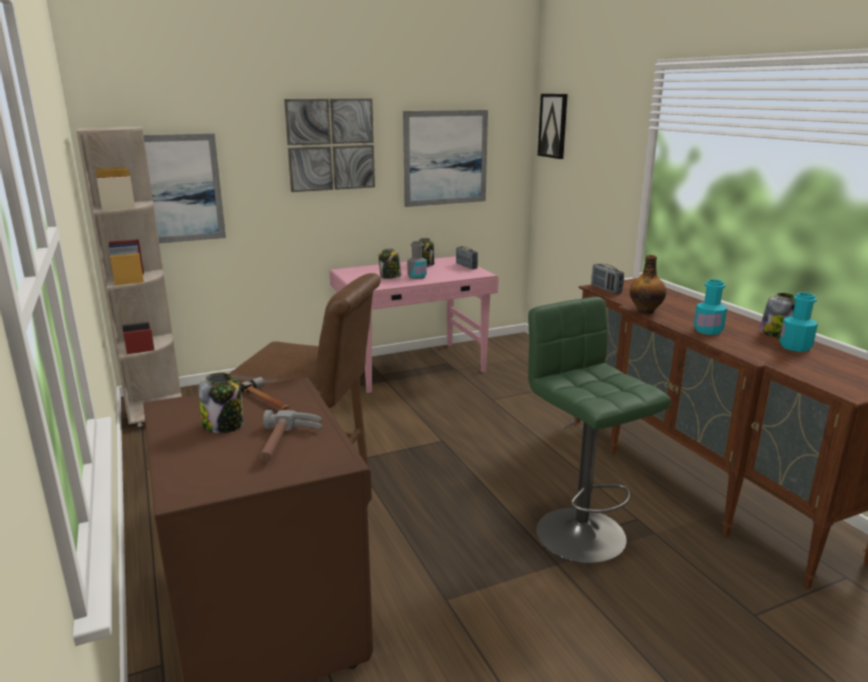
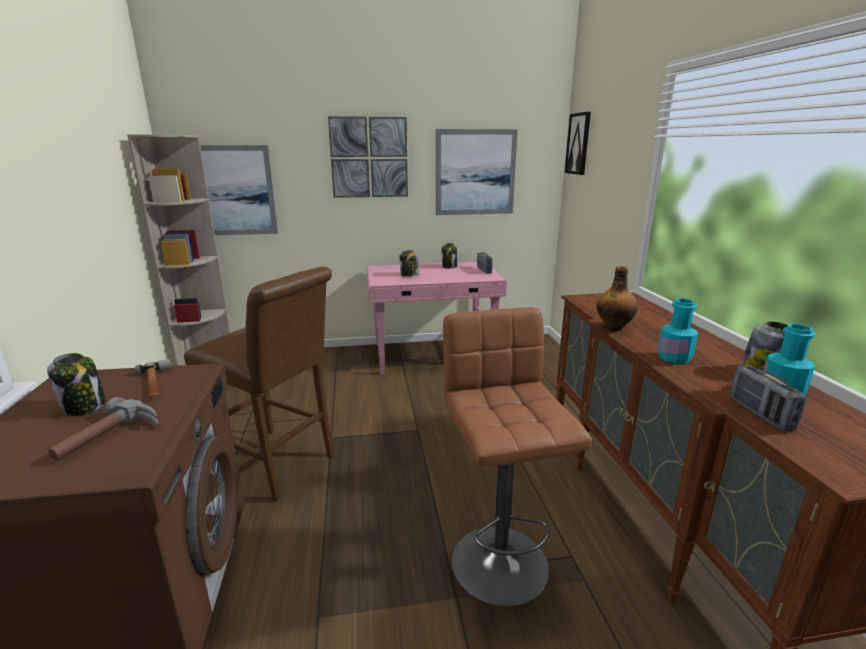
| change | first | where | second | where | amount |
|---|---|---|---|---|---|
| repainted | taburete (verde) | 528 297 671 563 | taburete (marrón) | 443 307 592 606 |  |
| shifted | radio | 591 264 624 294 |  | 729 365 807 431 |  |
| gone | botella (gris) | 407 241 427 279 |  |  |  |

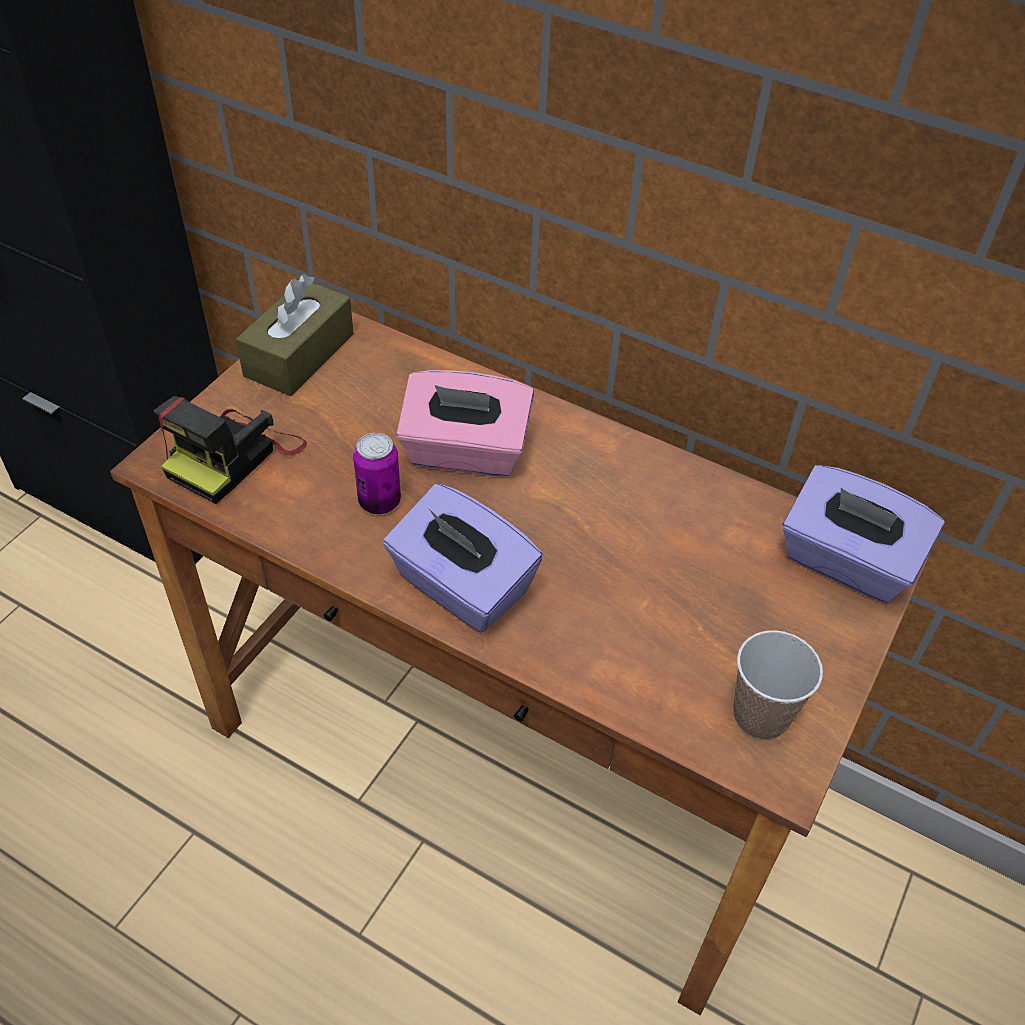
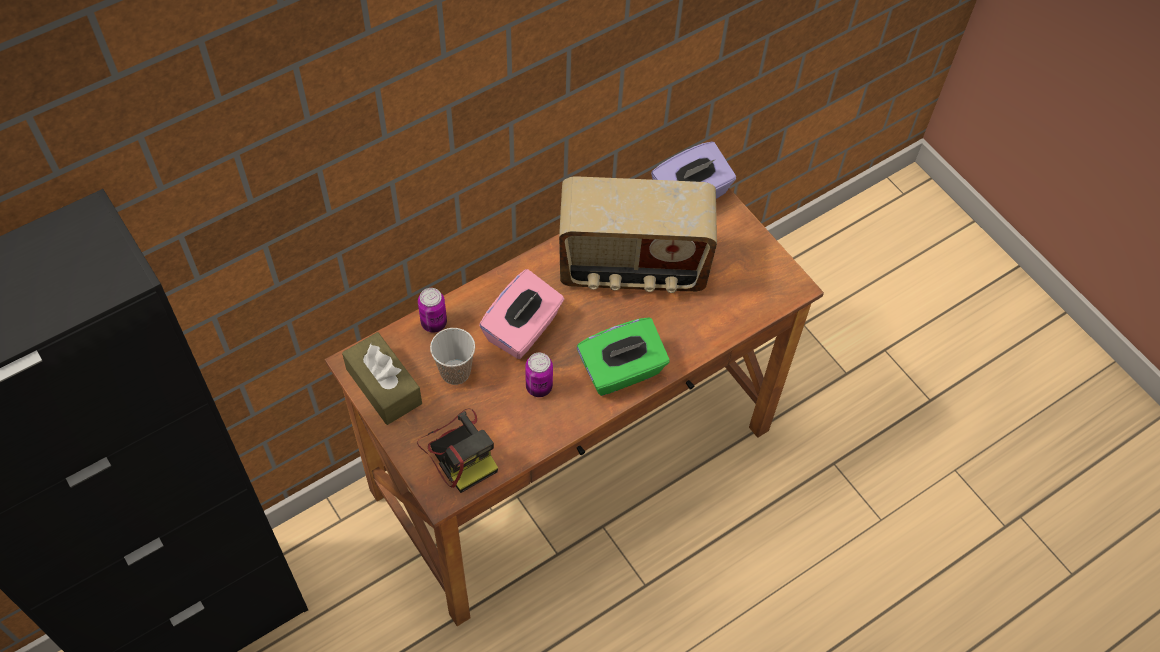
| change | first | where | second | where | amount |
|---|---|---|---|---|---|
| new |  |  | lata | 418 288 447 333 |  |
| shifted | taza | 733 630 823 740 |  | 430 328 475 385 |  |
| new |  |  | radio | 559 176 717 293 |  |
| repainted | caja de pañuelos (morado) | 383 484 543 632 | caja de pañuelos (verde) | 577 317 670 396 |  |

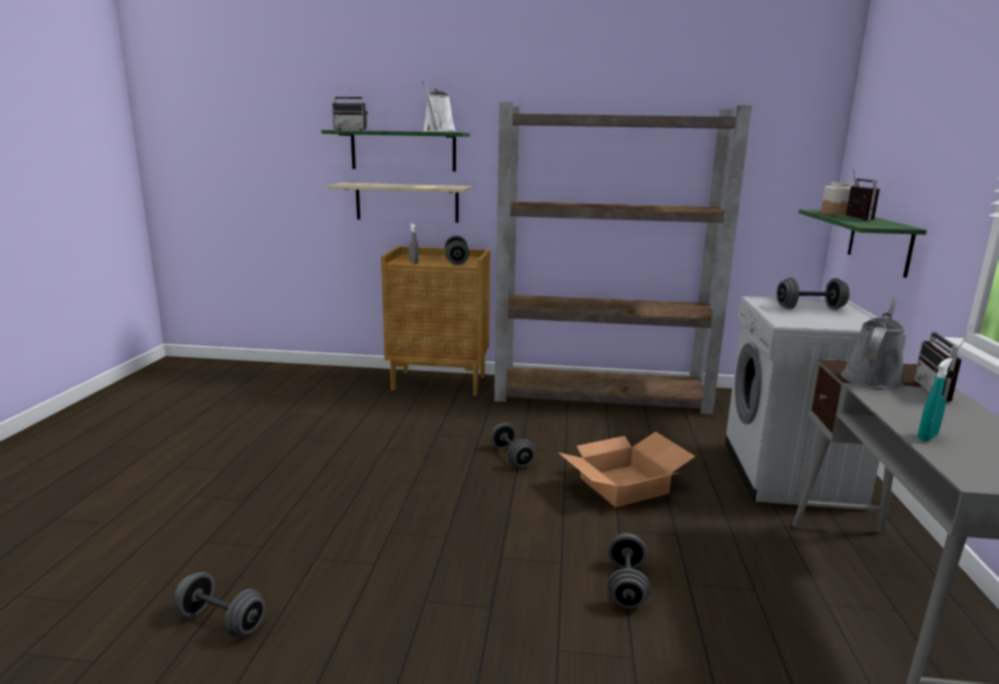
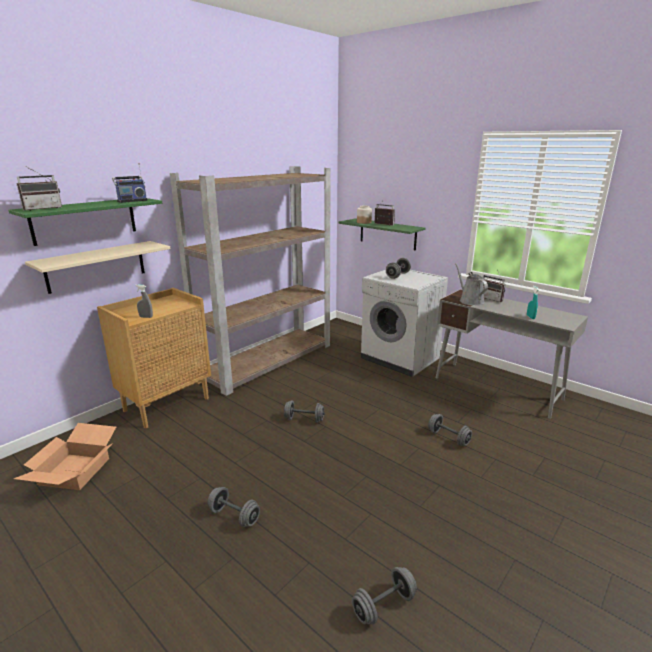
| change | first | where | second | where | amount |
|---|---|---|---|---|---|
| shifted | caja de cartón | 558 432 696 508 |  | 14 423 116 490 |  |
| swapped | regadera (blanco) | 422 82 456 132 | radio | 112 163 148 203 |  |
| shifted | mancuerna (gris) | 445 236 469 265 |  | 207 487 260 527 |  |

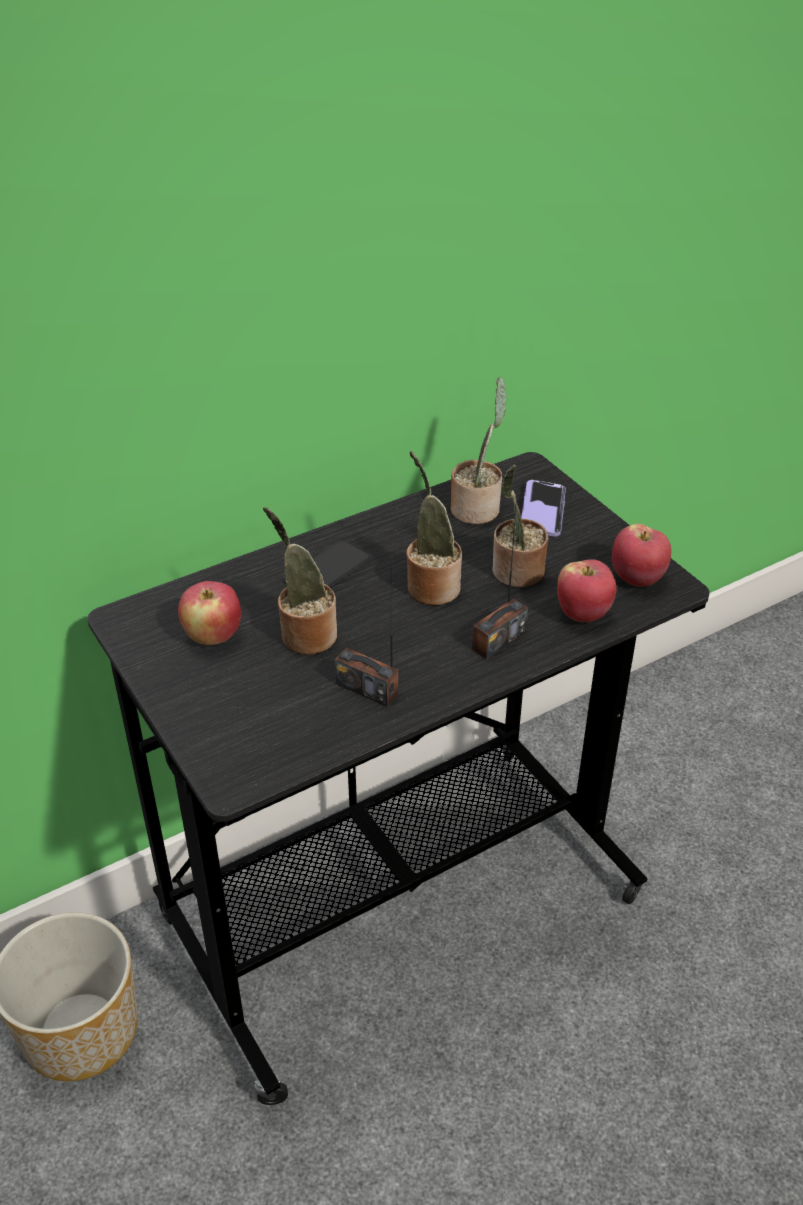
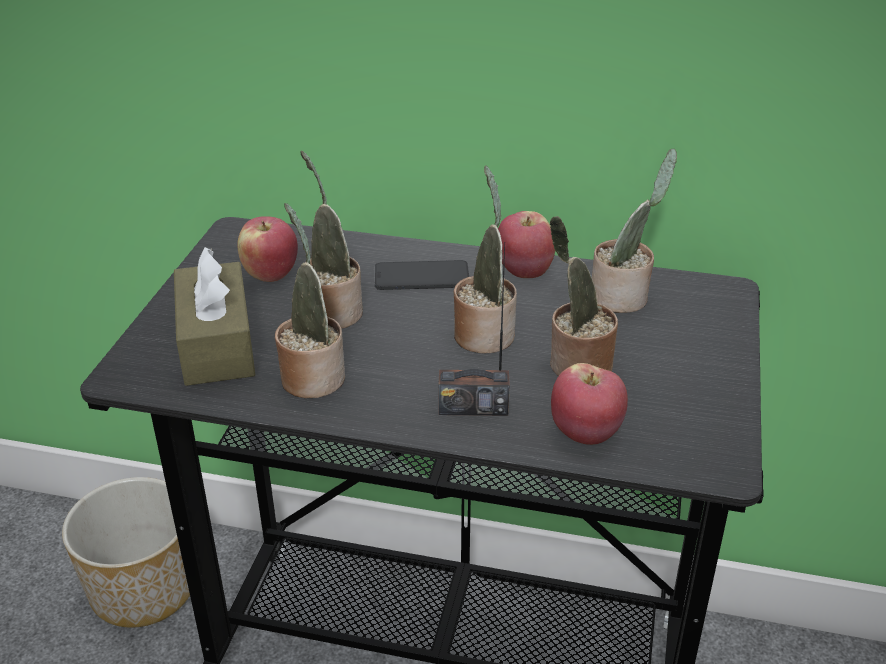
| change | first | where | second | where | amount |
|---|---|---|---|---|---|
| new |  |  | caja de pañuelos (marrón) | 174 247 255 386 |  |
| swapped | radio | 335 599 398 707 | planta en maceta | 275 203 345 398 |  |
| shifted | manzana | 612 524 671 587 |  | 498 211 555 278 |  |
| gone | móvil | 521 480 566 537 |  |  |  |

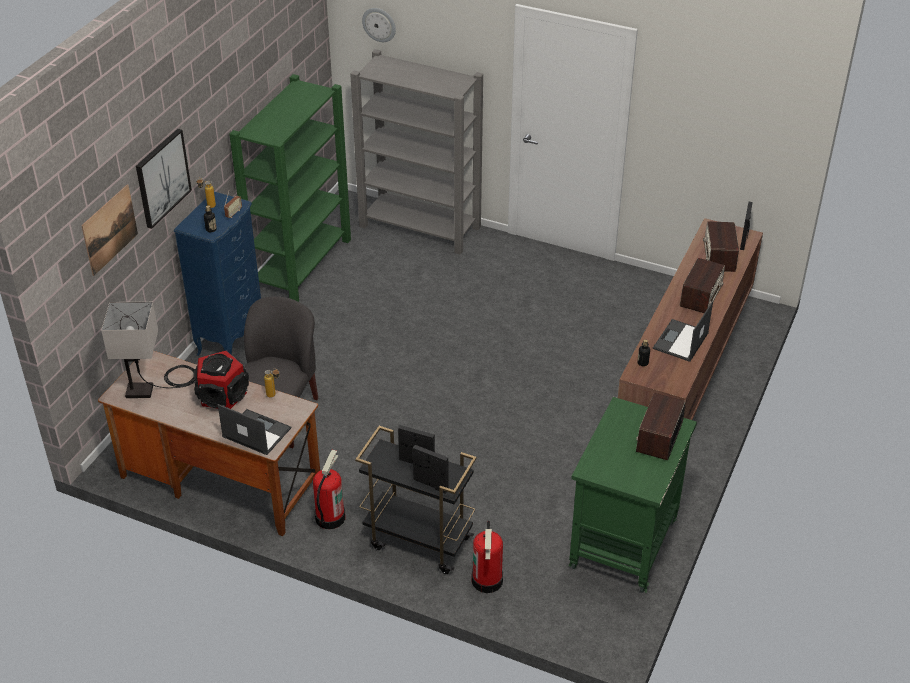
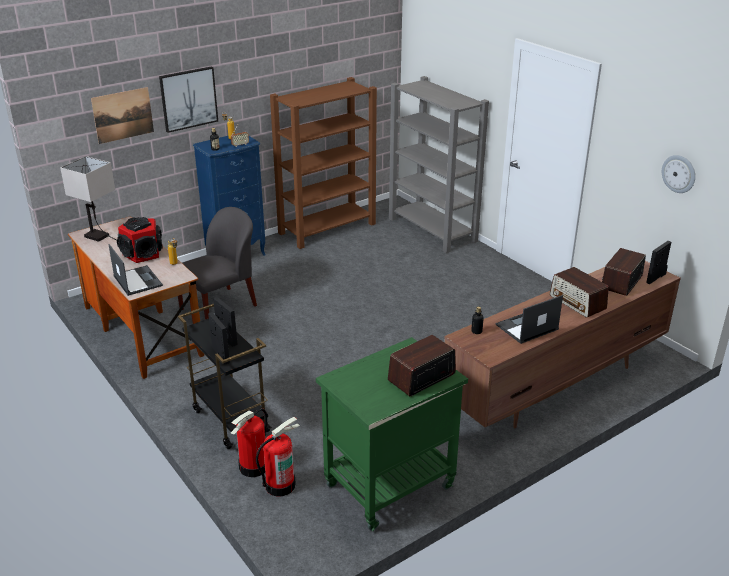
| change | first | where | second | where | amount |
|---|---|---|---|---|---|
| shifted | extintor | 313 450 345 529 |  | 256 417 300 497 |  |
| repainted | estantería (verde) | 229 74 351 302 | estantería (marrón) | 270 77 377 249 |  |
| rotated | radio | 680 258 725 313 |  | 550 267 609 318 | 90 degrees clockwise |
| shifted | reloj de pared | 362 8 396 42 |  | 662 155 695 193 |  |

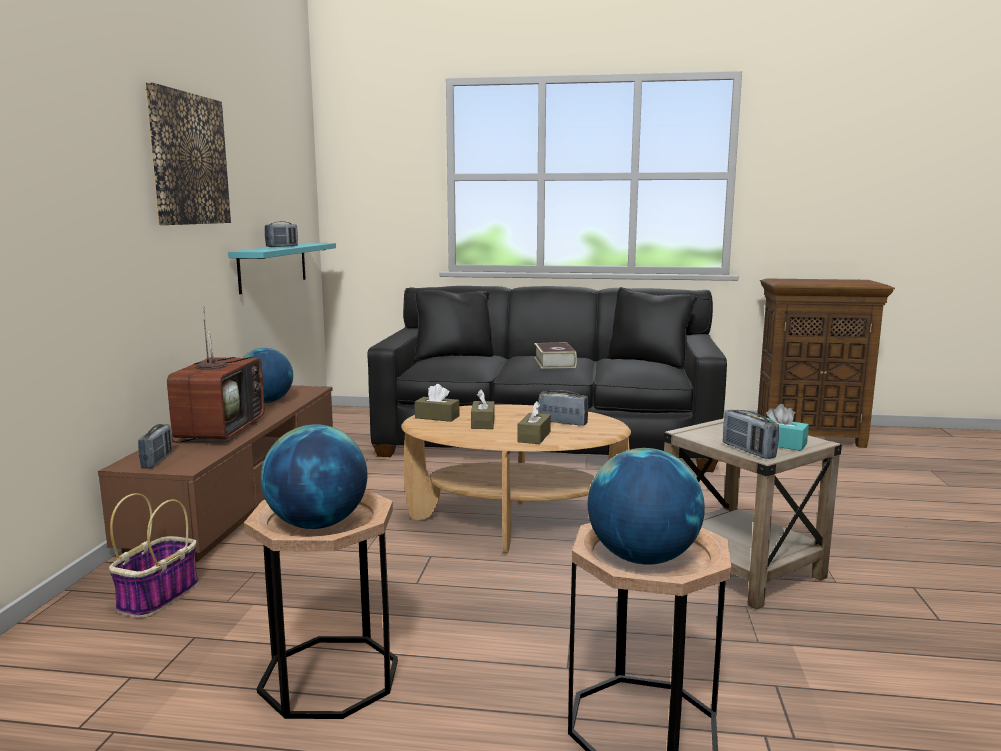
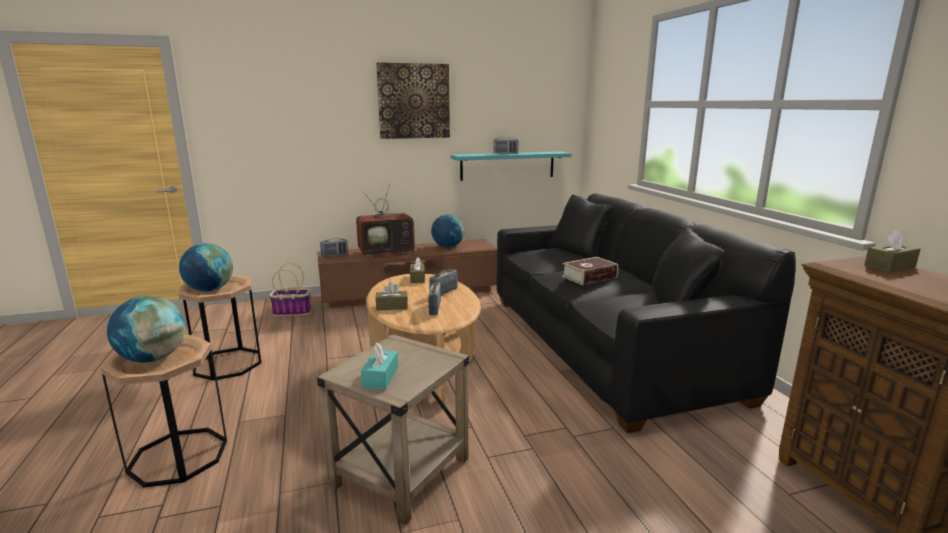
| change | first | where | second | where | amount |
|---|---|---|---|---|---|
| shifted | radio | 723 410 779 459 |  | 429 269 458 295 |  |
| shifted | caja de pañuelos (marrón) | 471 389 494 429 |  | 864 229 921 273 |  |

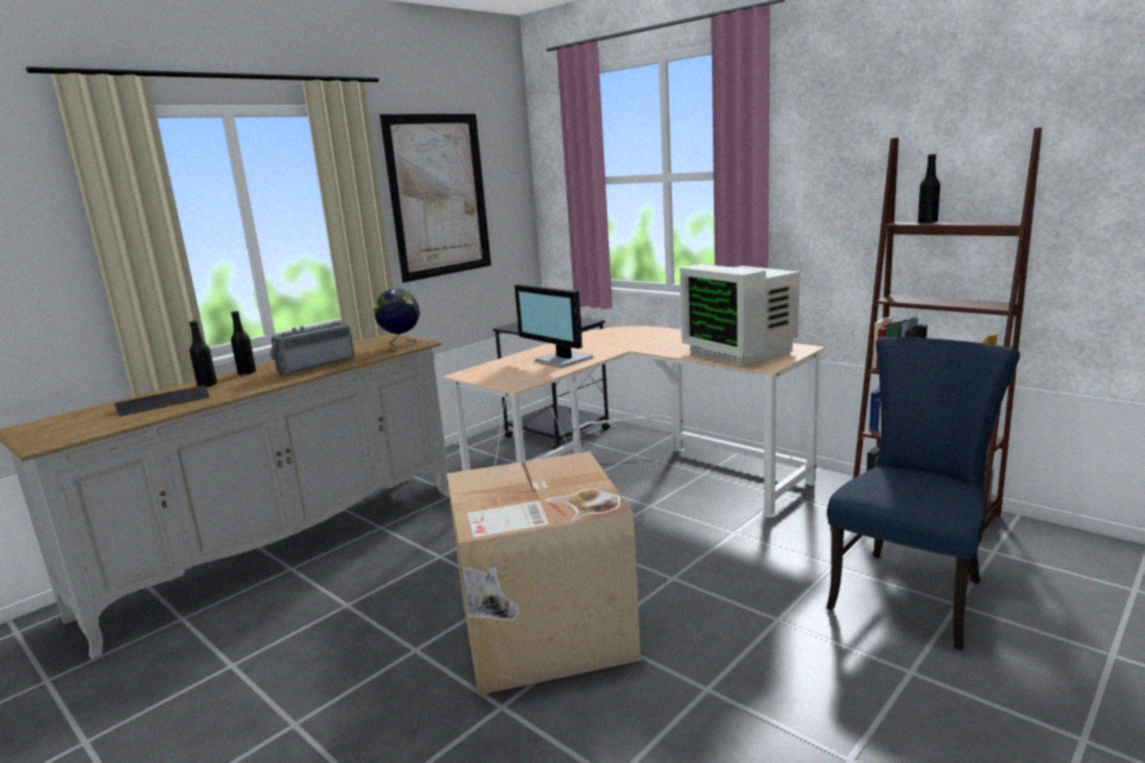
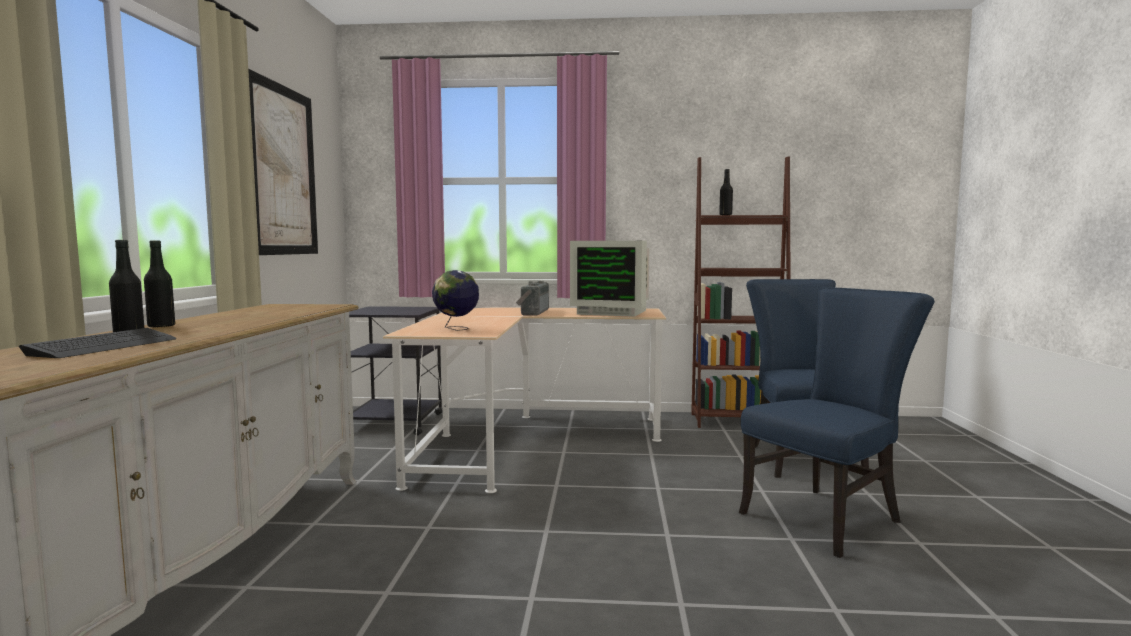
| change | first | where | second | where | amount |
|---|---|---|---|---|---|
| shifted | globo terráqueo | 373 289 420 348 |  | 432 270 479 331 |  |
| shifted | radio | 270 321 355 375 |  | 516 281 549 316 |  |
| new |  |  | silla (azul) | 739 287 935 558 |  |
| gone | caja de cartón | 447 452 641 696 |  |  |  |
| gone | monitor | 514 284 594 368 |  |  |  |

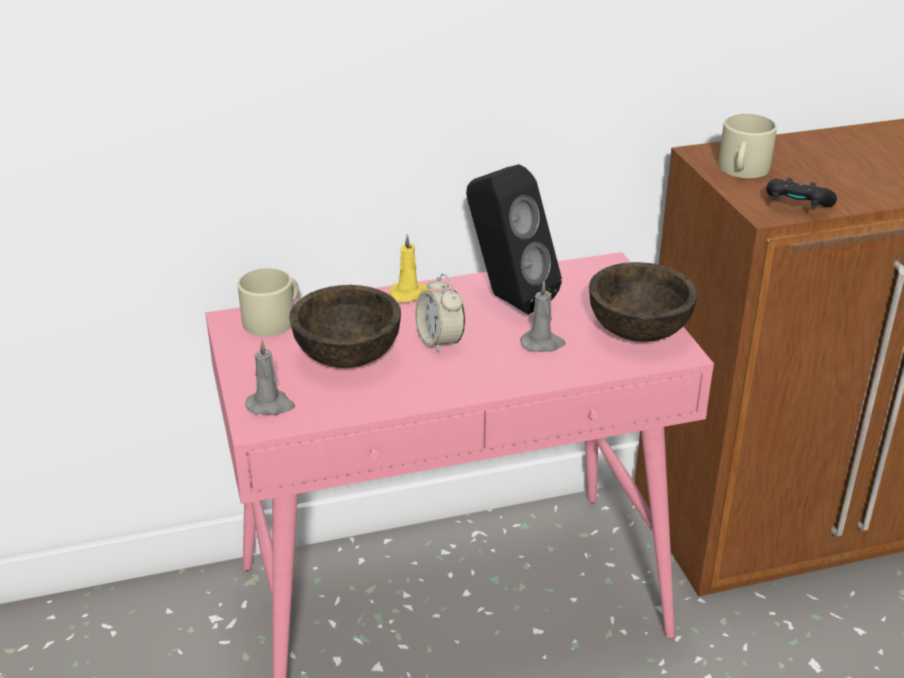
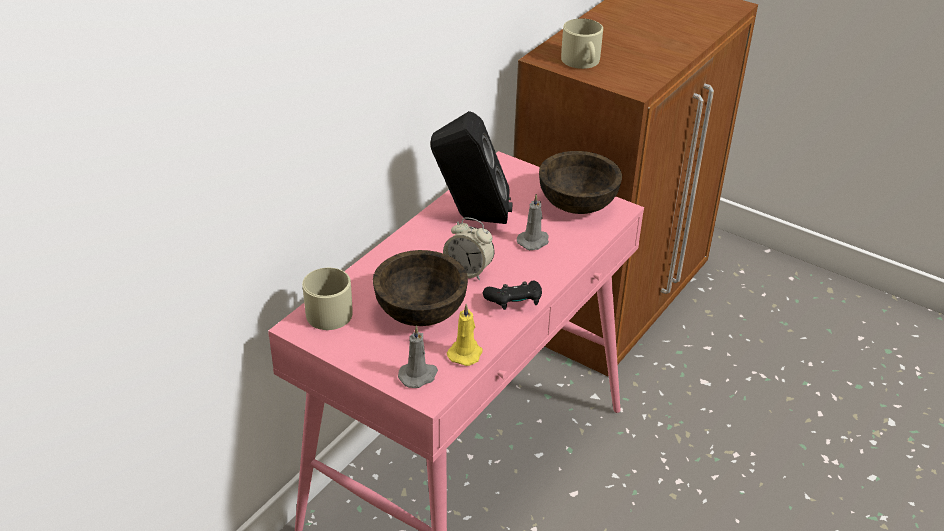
| change | first | where | second | where | amount |
|---|---|---|---|---|---|
| shifted | vela (amarillo) | 389 234 430 302 |  | 447 304 483 366 |  |
| shifted | mando de consola (negro) | 766 178 837 208 |  | 483 281 542 310 |  |

